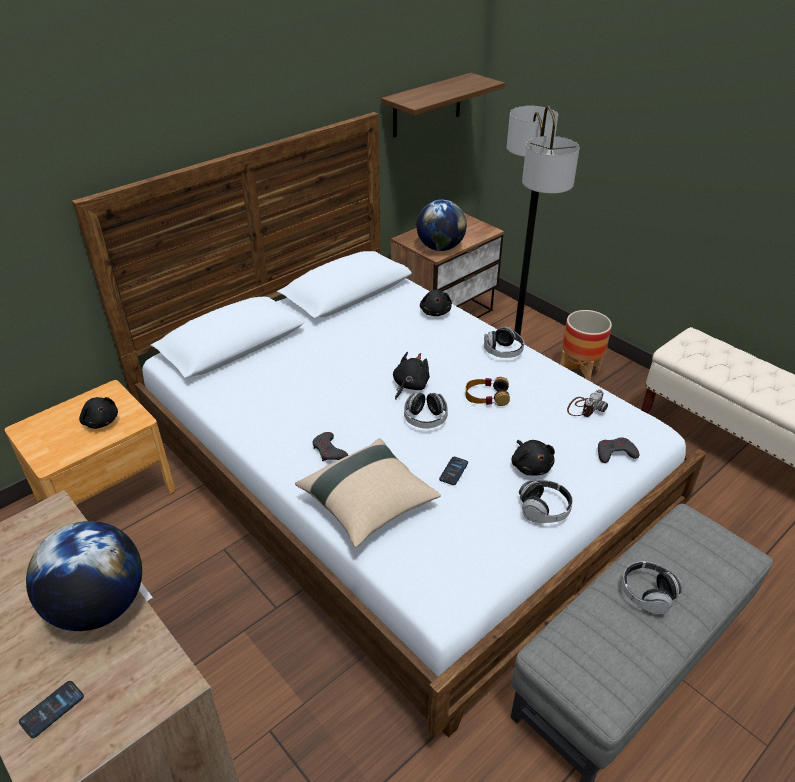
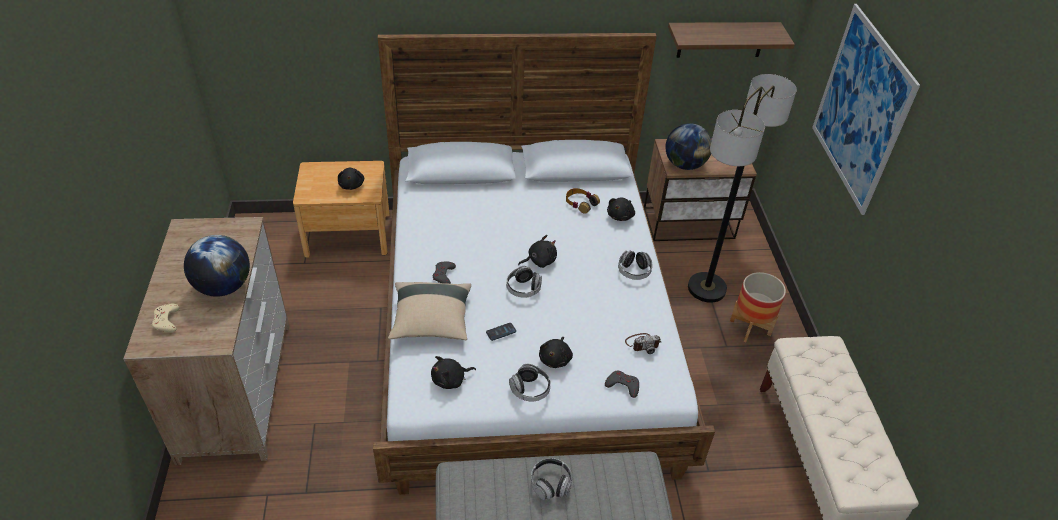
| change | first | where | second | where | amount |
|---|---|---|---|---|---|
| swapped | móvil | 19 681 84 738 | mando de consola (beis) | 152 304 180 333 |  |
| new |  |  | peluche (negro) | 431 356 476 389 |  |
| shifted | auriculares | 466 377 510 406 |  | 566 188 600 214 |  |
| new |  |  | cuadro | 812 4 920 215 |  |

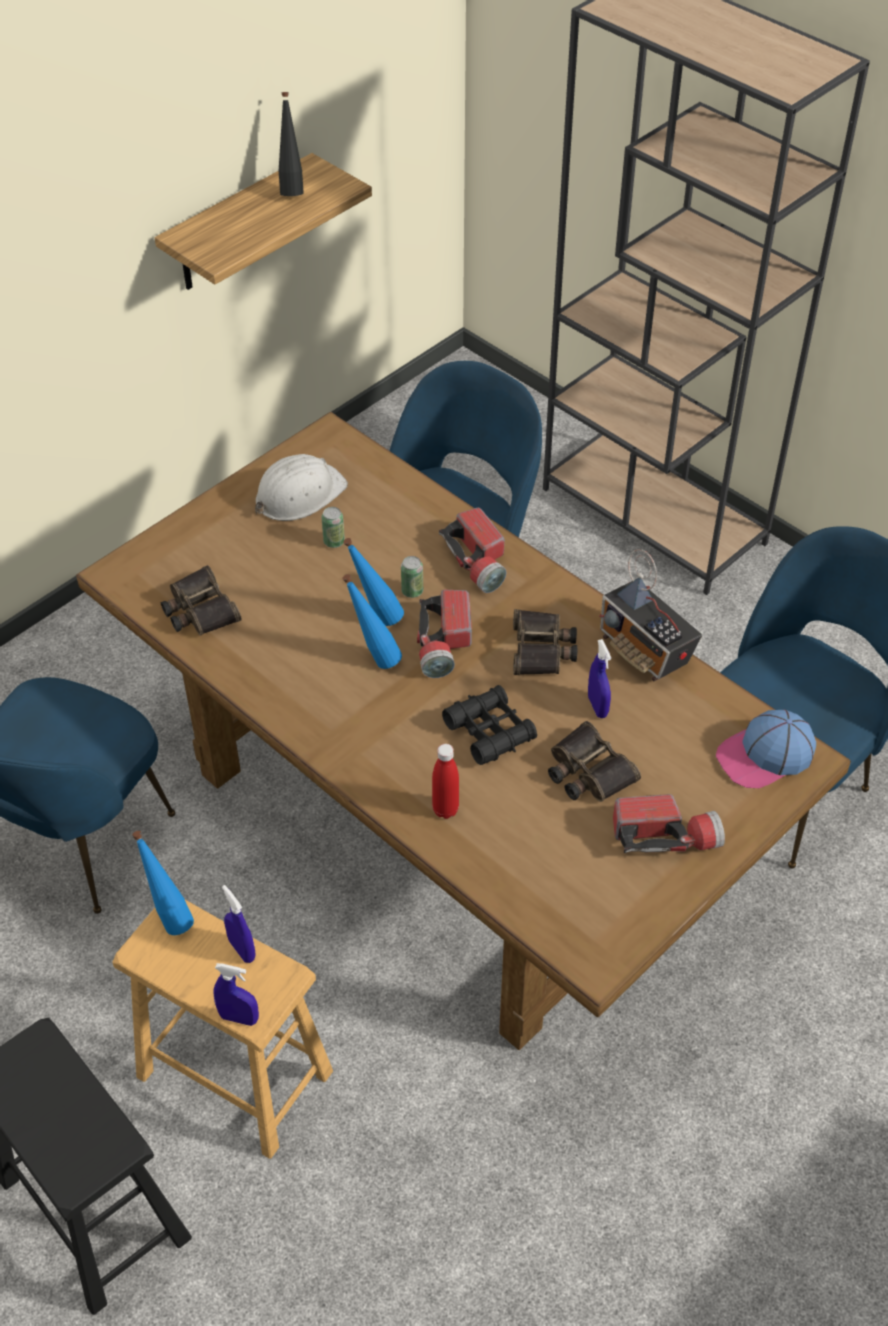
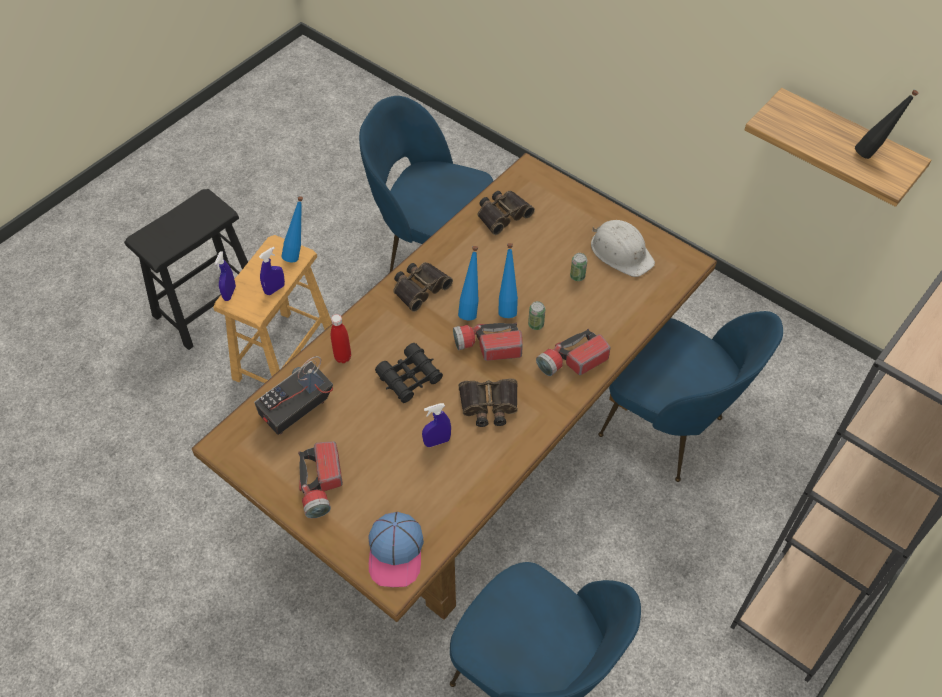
| change | first | where | second | where | amount |
|---|---|---|---|---|---|
| shifted | radio | 599 549 702 681 |  | 254 356 333 435 |  |
| rotated | gorra | 716 710 816 788 |  | 368 512 424 587 | 150 degrees counterclockwise |
| shifted | prismáticos | 548 721 641 802 |  | 393 262 453 312 |  |

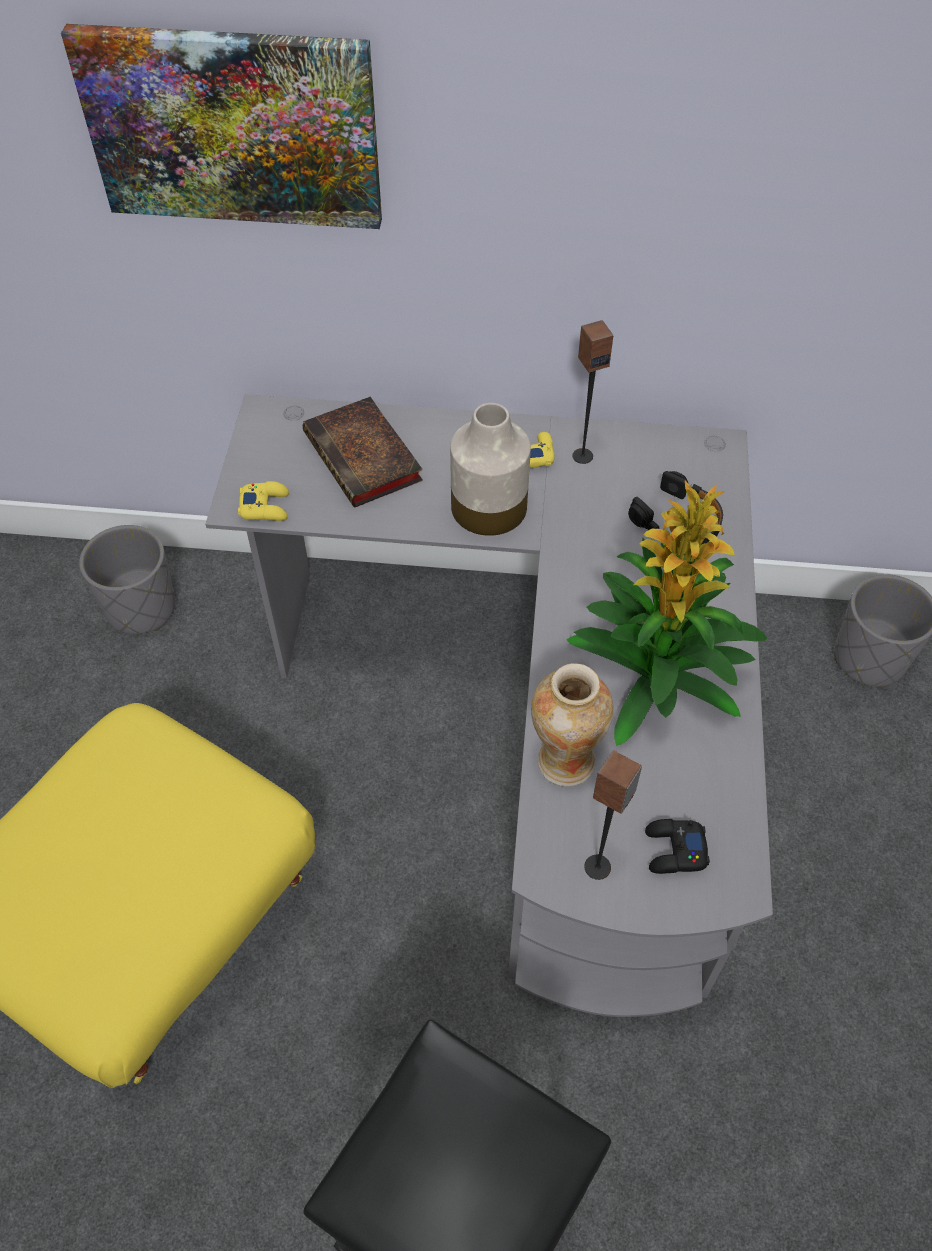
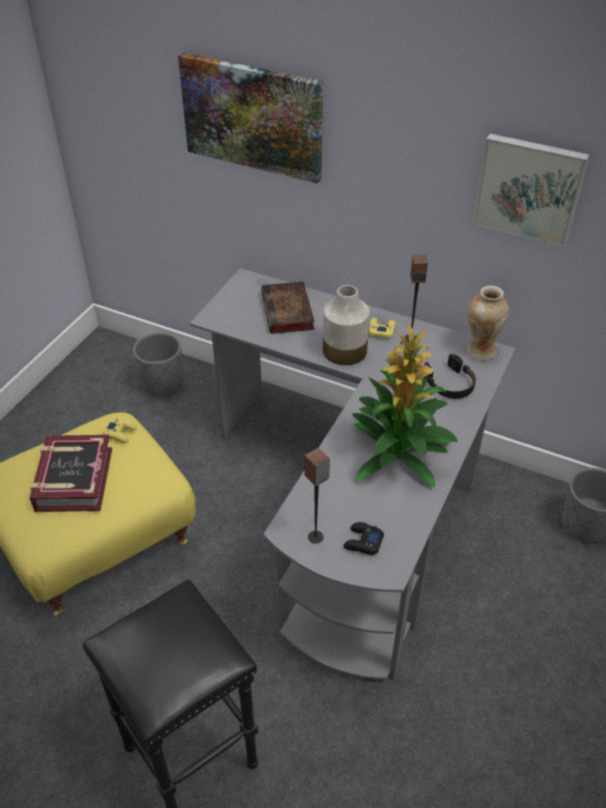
| change | first | where | second | where | amount |
|---|---|---|---|---|---|
| new |  |  | libro | 30 435 112 512 |  |
| shifted | mando de consola (amarillo) | 238 481 289 521 |  | 102 418 137 443 |  |
| shifted | florero | 531 663 613 786 |  | 467 285 509 360 |  |
| new |  |  | cuadro | 472 134 589 247 |  |

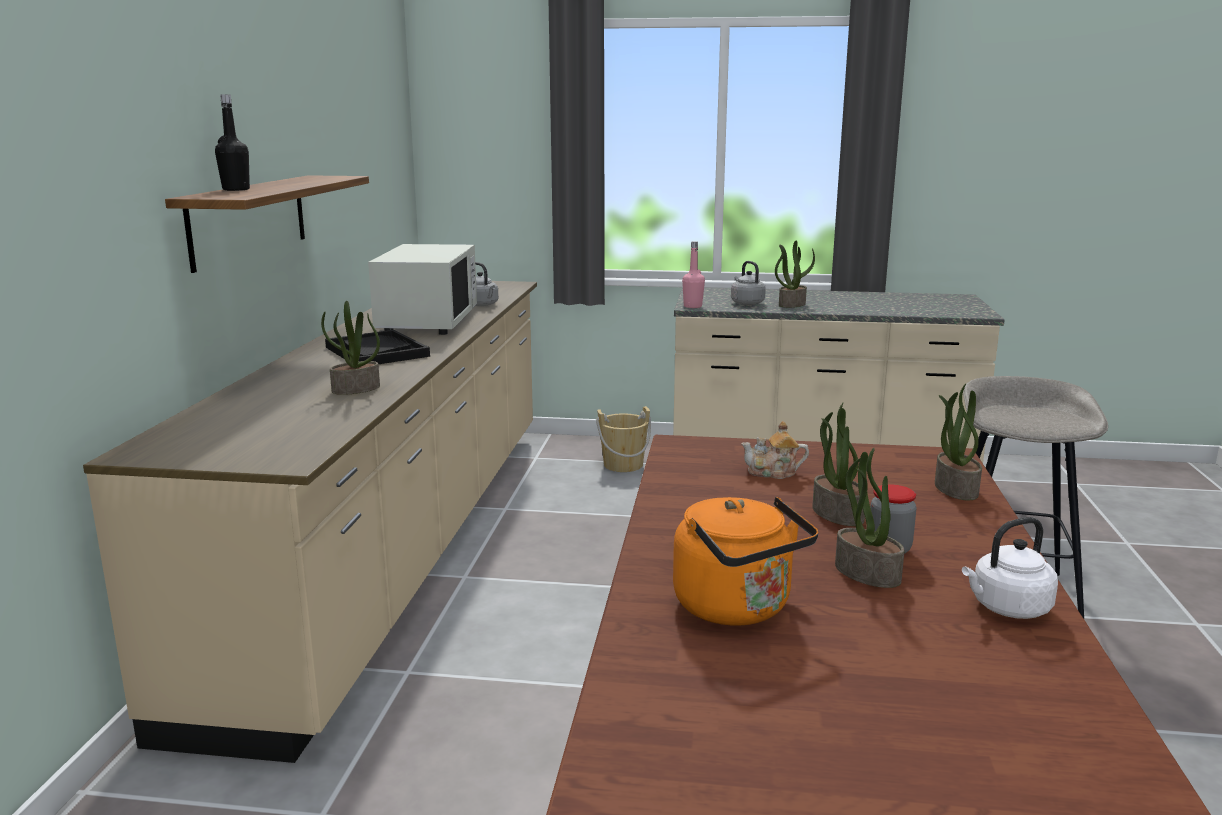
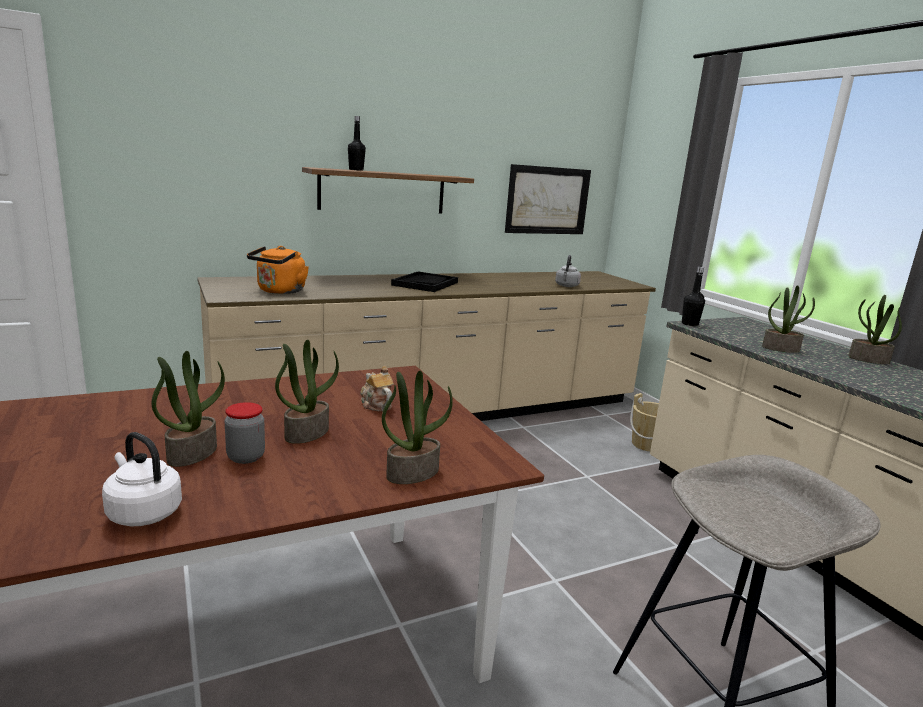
| change | first | where | second | where | amount |
|---|---|---|---|---|---|
| shifted | hervidor (naranja) | 673 496 818 626 |  | 247 246 309 294 |  |
| new |  |  | cuadro | 505 164 591 234 |  |
| repainted | botella (rosa) | 682 241 705 308 | botella (negro) | 682 267 705 326 |  |
| shifted | planta en maceta | 321 301 380 395 |  | 848 295 902 364 |  |
| gone | microondas (blanco) | 368 244 477 335 |  |  |  |
| gone | hervidor (gris) | 731 261 766 305 |  |  |  |

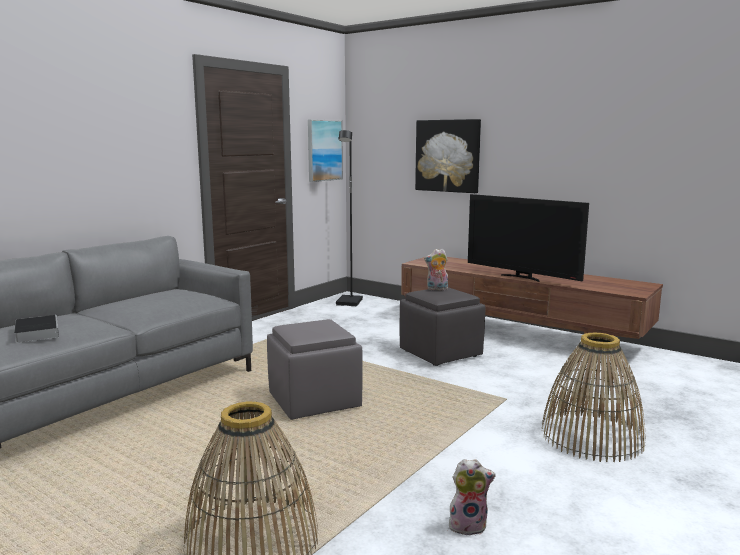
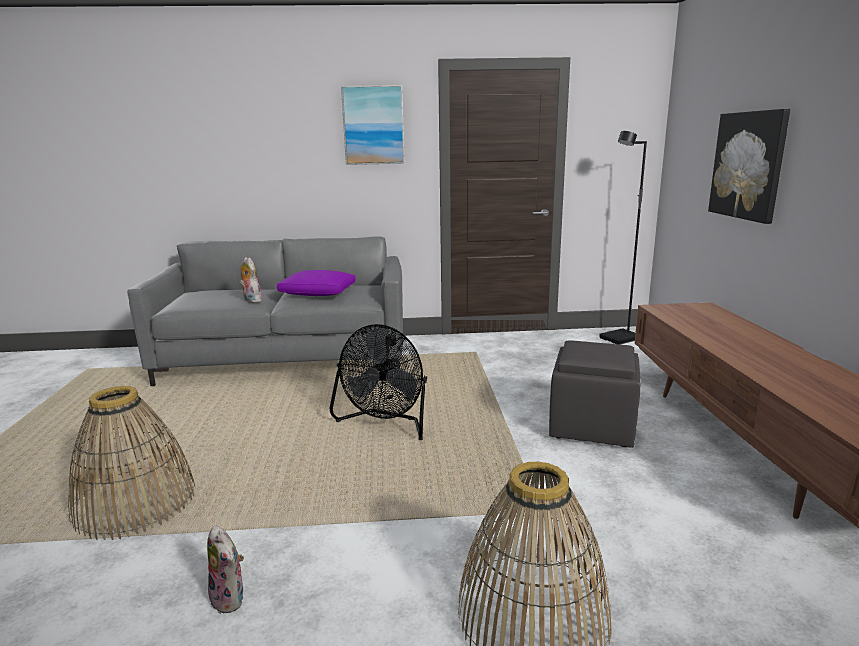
| change | first | where | second | where | amount |
|---|---|---|---|---|---|
| shifted | peluche | 424 249 448 290 |  | 240 257 262 303 |  |
| new |  |  | cojín (morado) | 277 270 356 296 |  |
| swapped | puf (gris) | 267 319 363 420 | ventilador (negro) | 330 324 427 440 |  |
| shifted | cuadro | 308 119 343 182 |  | 341 85 405 165 |  |
| gone | libro | 14 315 59 343 |  |  |  |
| gone | televisor | 468 194 589 282 |  |  |  |

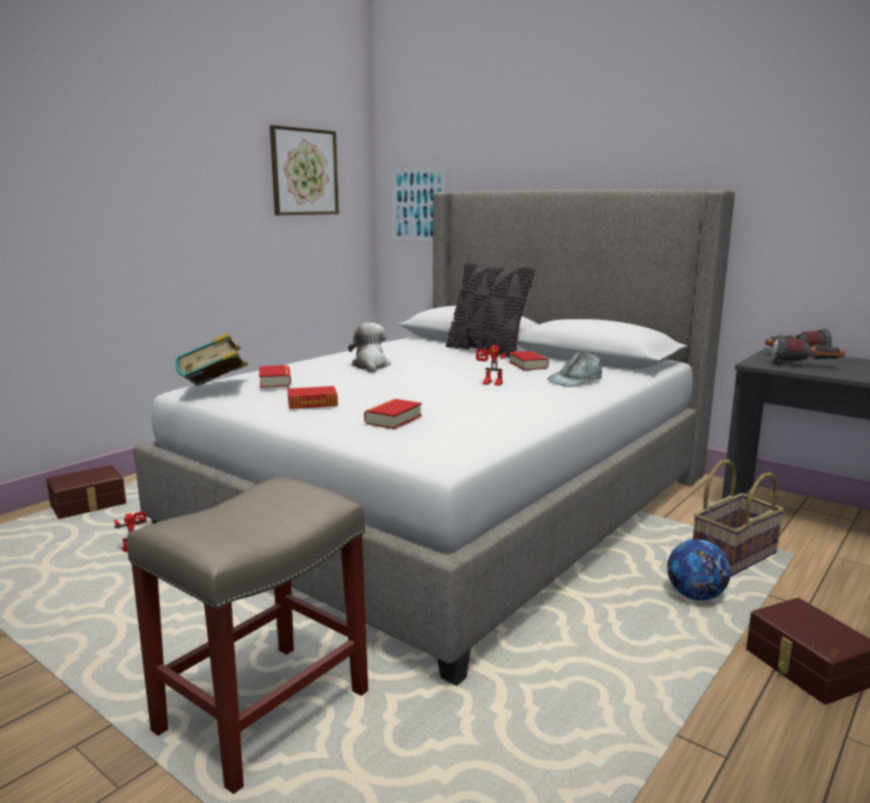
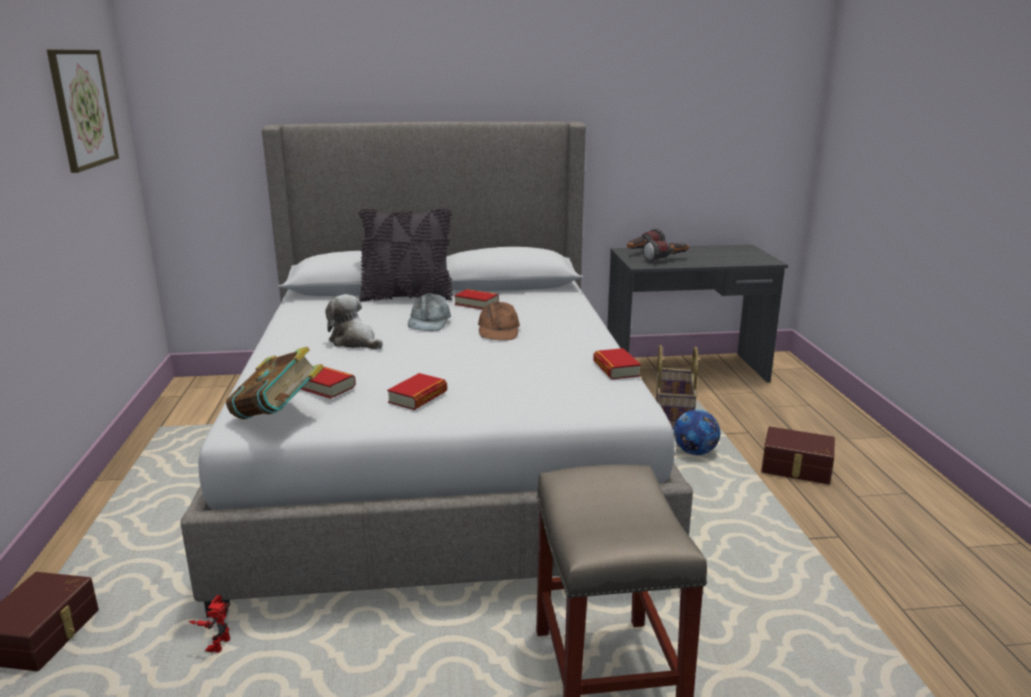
| change | first | where | second | where | amount |
|---|---|---|---|---|---|
| shifted | gorra (gris) | 547 352 602 387 |  | 408 293 451 331 |  |
| swapped | robot de juguete | 476 346 508 386 | gorra (marrón) | 478 301 520 340 |  |
| shifted | libro | 364 399 422 429 |  | 593 348 641 379 |  |
| gone | cuadro | 391 168 446 242 |  |  |  |

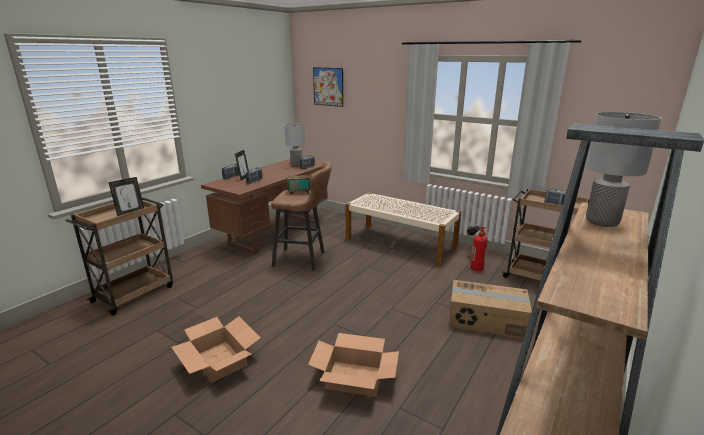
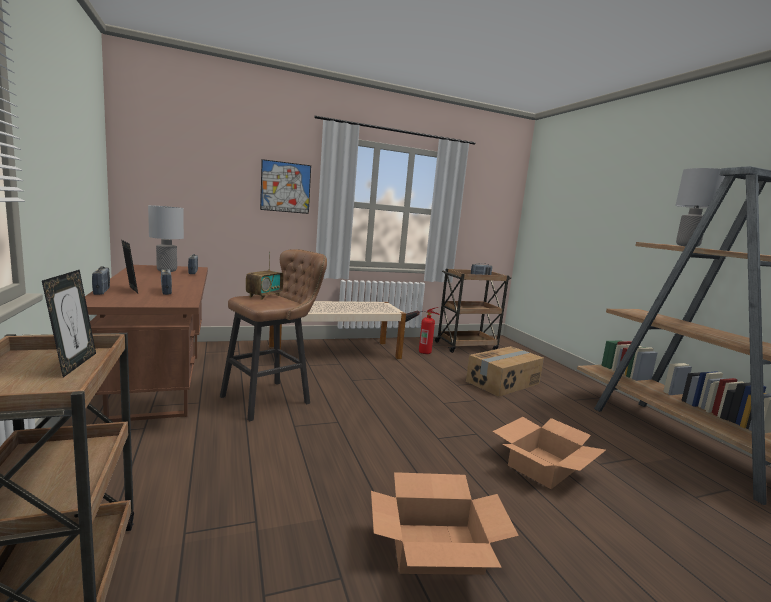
| change | first | where | second | where | amount |
|---|---|---|---|---|---|
| shifted | cuadro | 313 67 343 107 |  | 260 159 311 214 |  |

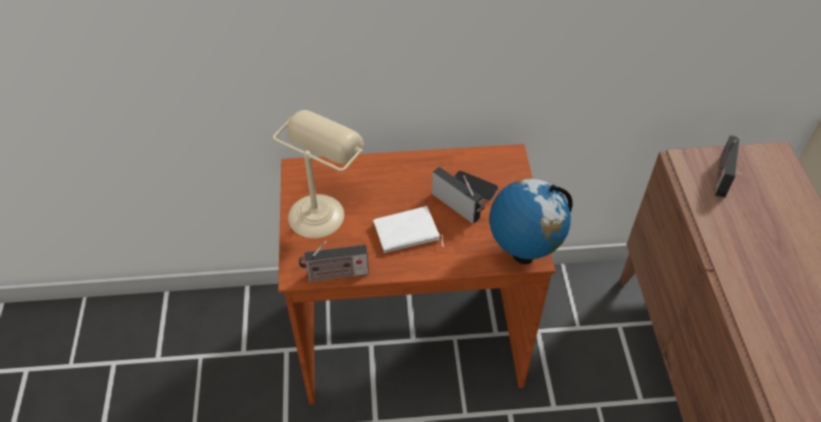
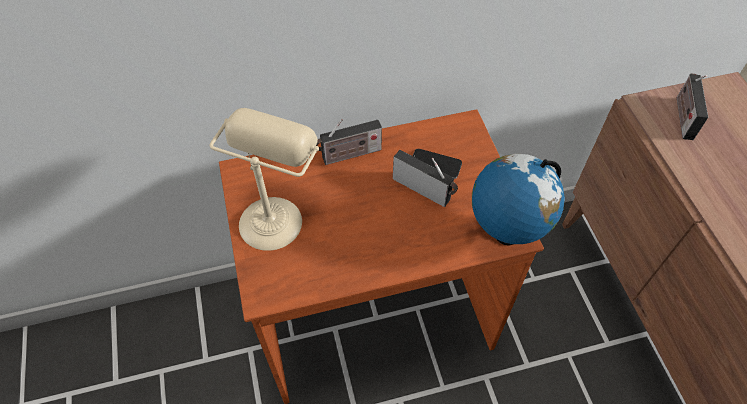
| change | first | where | second | where | amount |
|---|---|---|---|---|---|
| shifted | radio | 299 241 369 282 |  | 316 119 382 165 |  |
| gone | libro (blanco) | 373 206 444 253 |  |  |  |

